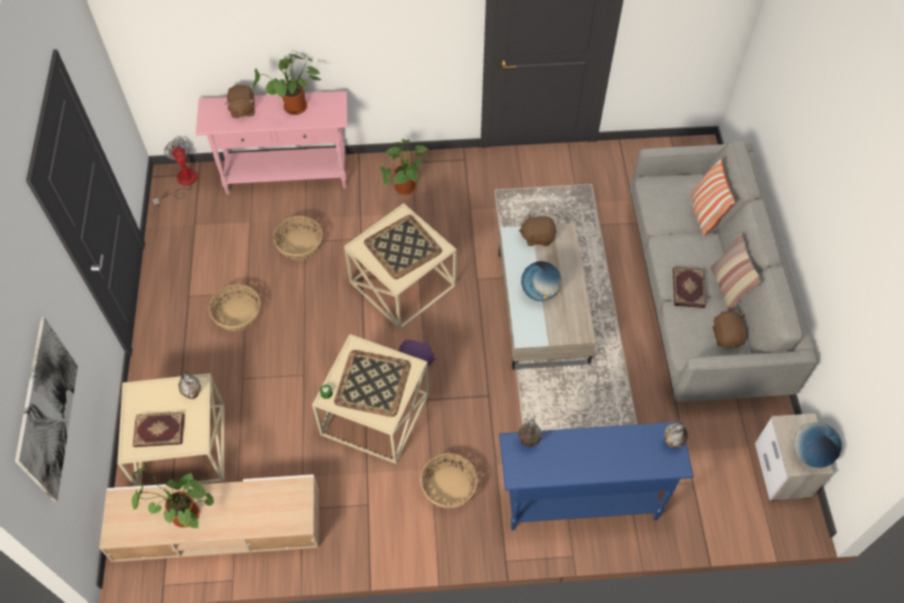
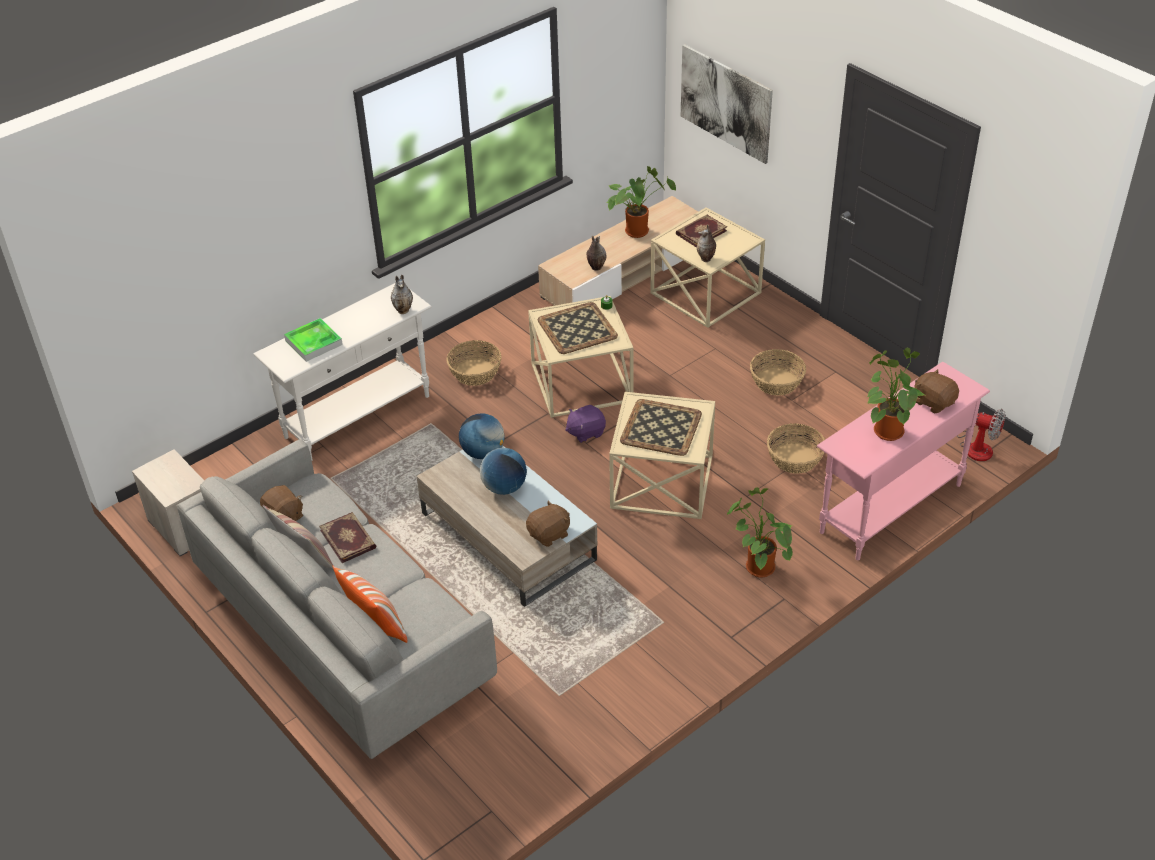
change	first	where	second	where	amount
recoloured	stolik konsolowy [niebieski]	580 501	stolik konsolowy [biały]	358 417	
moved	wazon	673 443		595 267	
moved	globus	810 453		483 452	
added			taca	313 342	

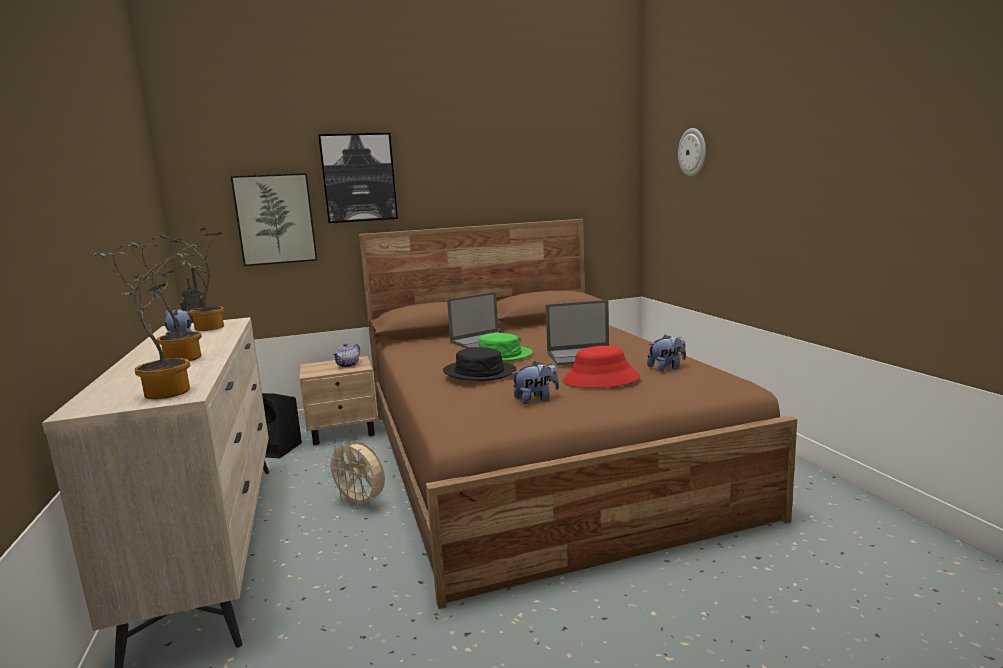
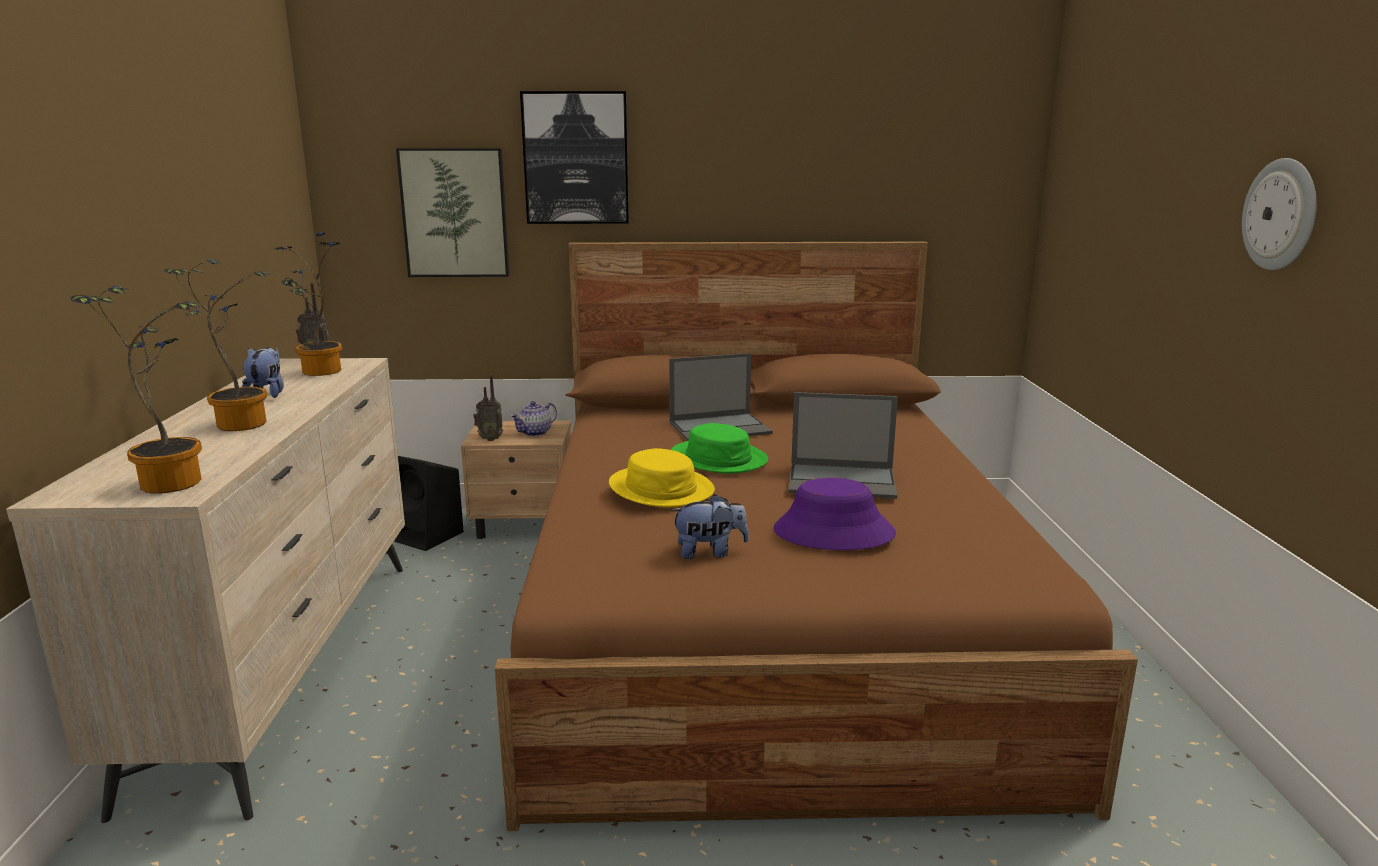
change	first	where	second	where	amount
removed	wentylator [beżowy]	361 503			
recoloured	kapelusz [czarny]	479 372	kapelusz [żółty]	661 488	
recoloured	kapelusz [czerwony]	601 380	kapelusz [fioletowy]	833 532	
removed	pluszak	667 368			
moved	zegar ścienny	692 152		1281 214	
added			radio	490 439	

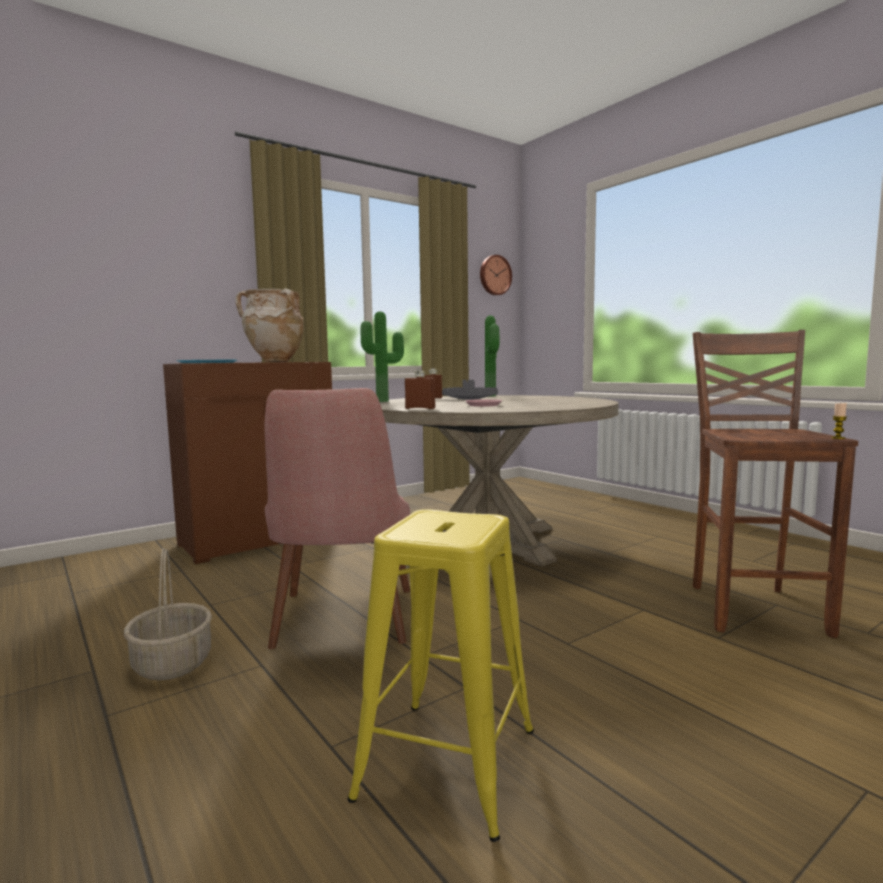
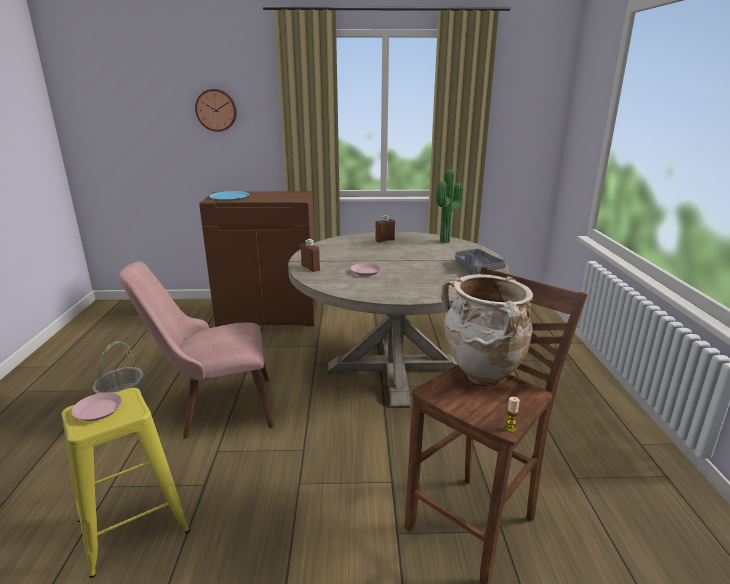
change	first	where	second	where	amount
moved	wazon [beżowy]	274 362		481 376	
turned	krzesło [różowy]	342 626		214 409	45 degrees clockwise
removed	roślina doniczkowa	384 401			
moved	taca [szary]	468 399		476 267	
moved	zegar ścienny	494 275		216 110	
added			talerz [różowy]	98 410	

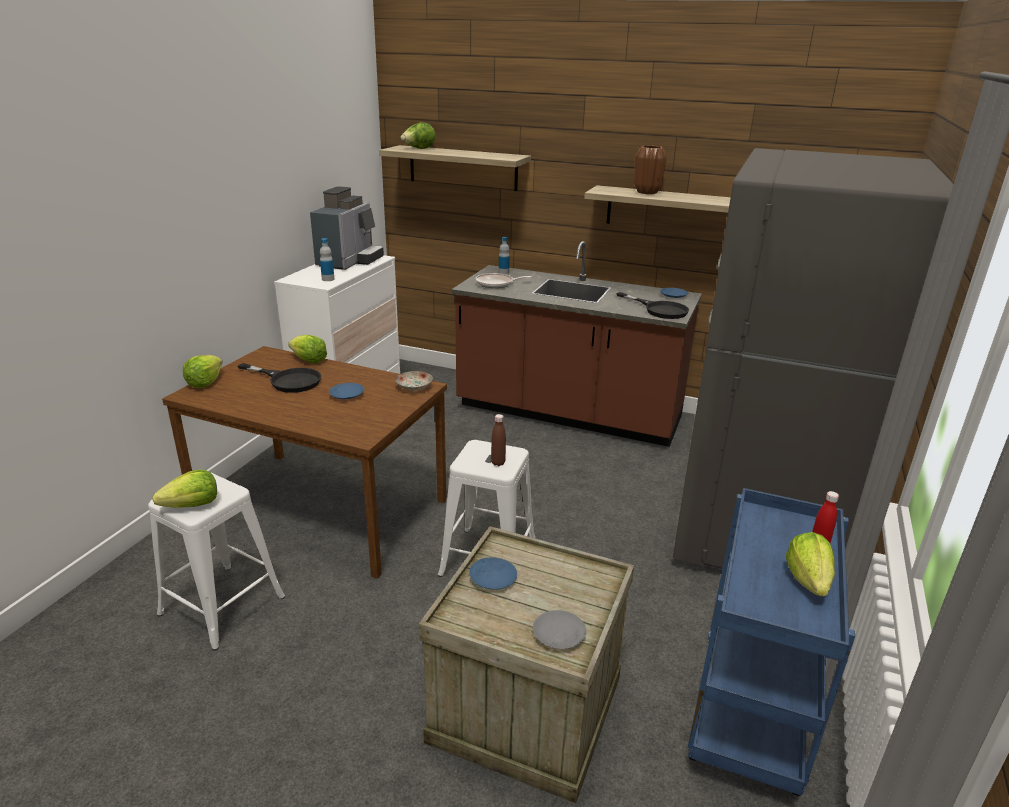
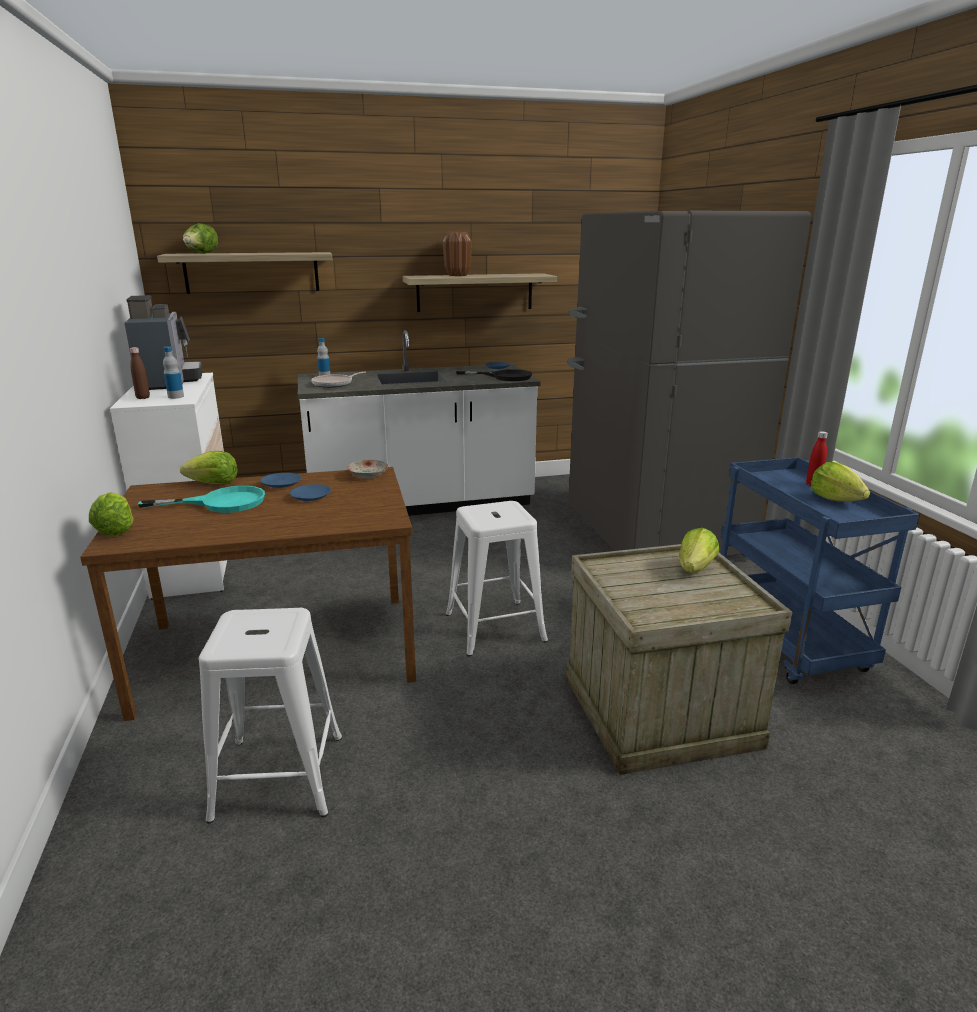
change	first	where	second	where	amount
moved	sałata	192 505		695 569	
recoloured	patelnia [czarny]	288 380	patelnia [turkusowy]	221 503	
recoloured	zabudowa kuchenna [brązowy]	568 413	zabudowa kuchenna [biały]	421 504	
moved	talerz [niebieski]	492 578		281 484	
moved	butelka [brązowy]	498 463		143 398	
removed	talerz [szary]	559 635			

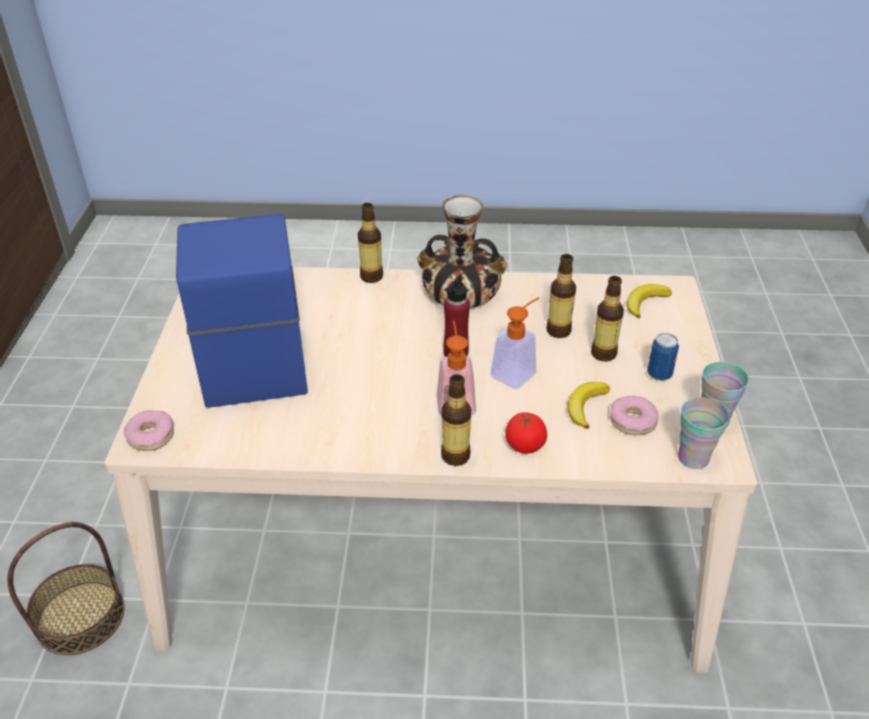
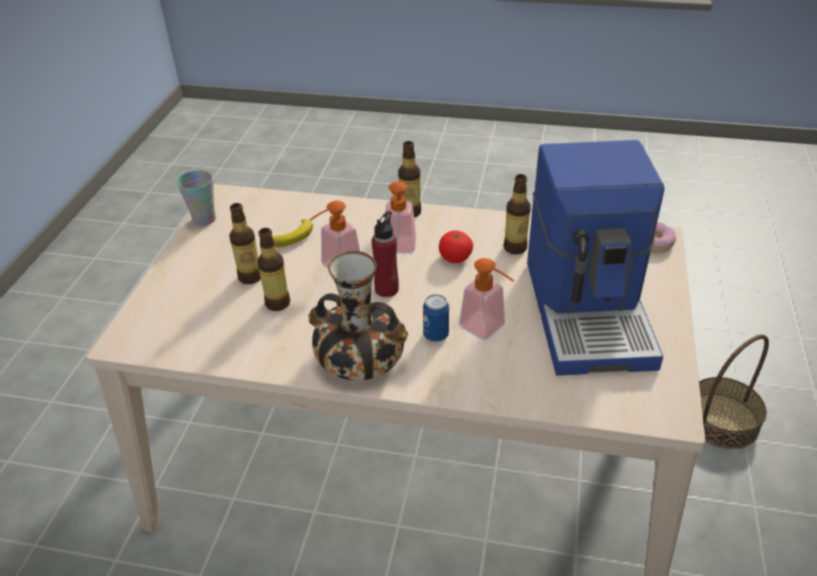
change	first	where	second	where	amount
moved	butelka	371 277		515 248	
moved	pomidor	525 444		455 258	
removed	donut	632 421			
removed	banan	645 302			
moved	puszka	659 374		436 335	
removed	filiżanka	693 458			
added			dozownik mydła	488 329	

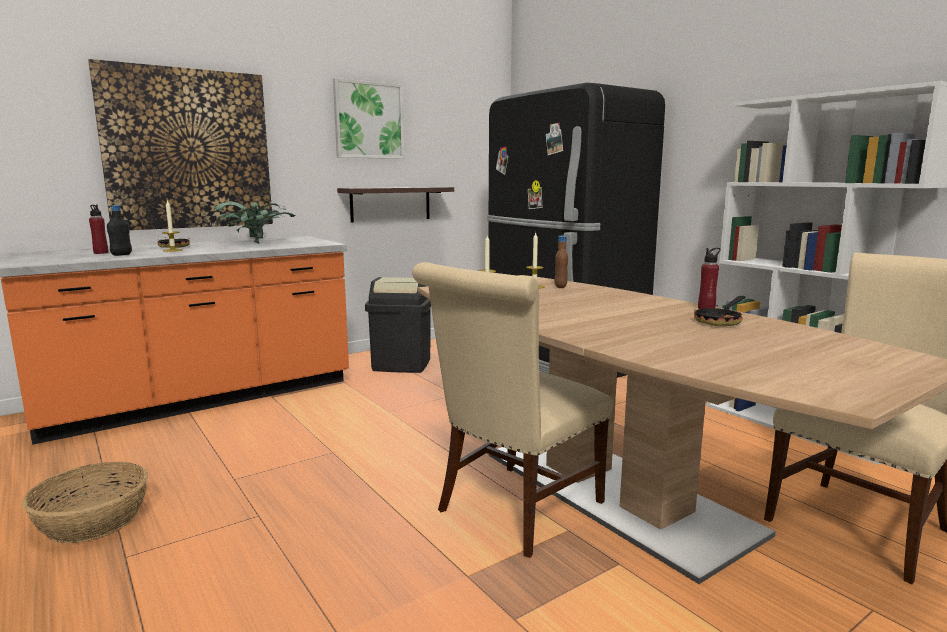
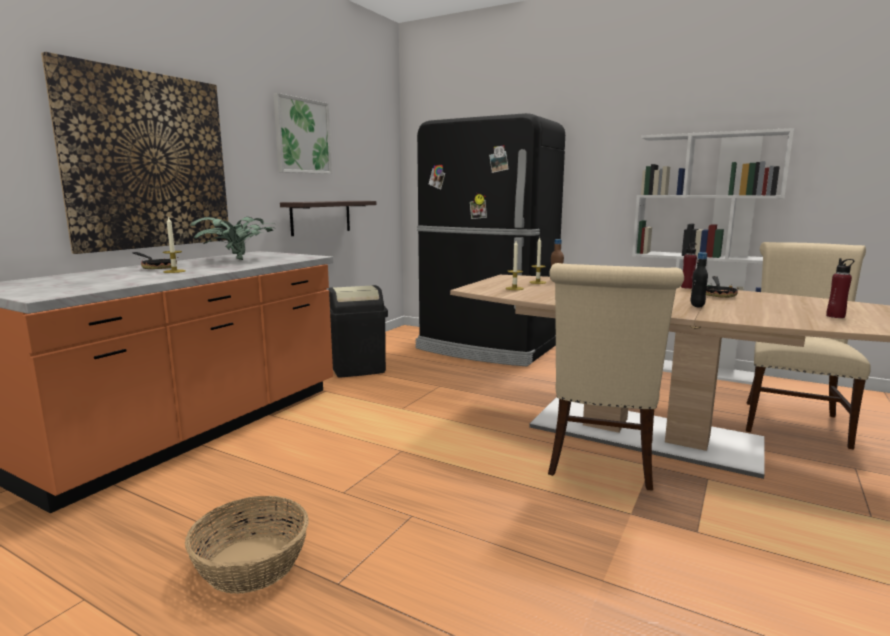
change	first	where	second	where	amount
moved	butelka [czerwony]	101 253		835 316	
moved	butelka [czarny]	121 255		697 306	

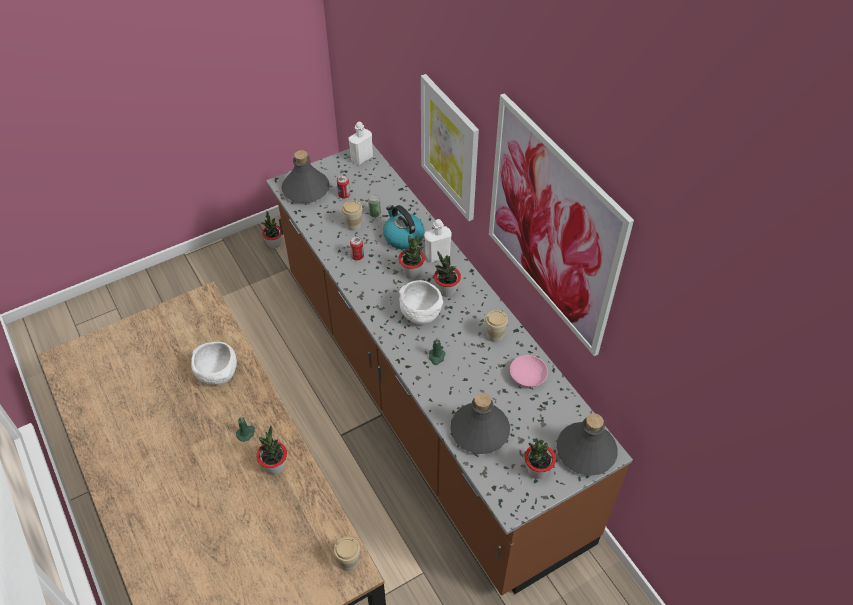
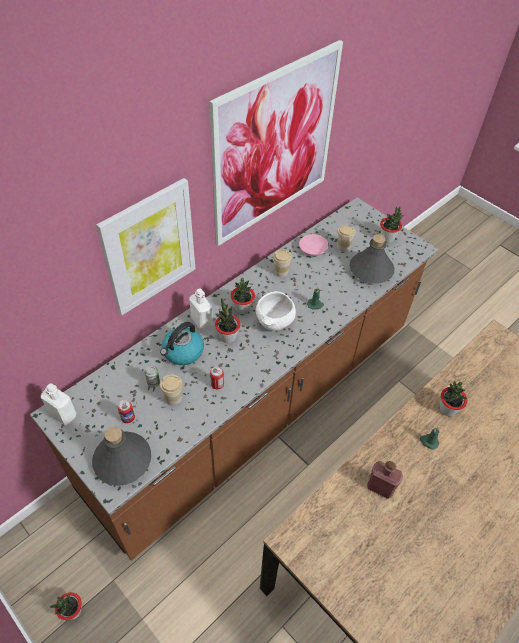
change	first	where	second	where	amount
replaced	miska [biały]	219 375	butelka [czerwony]	380 487	
moved	filiżanka	349 561		343 247	
removed	butelka [szary]	586 451			

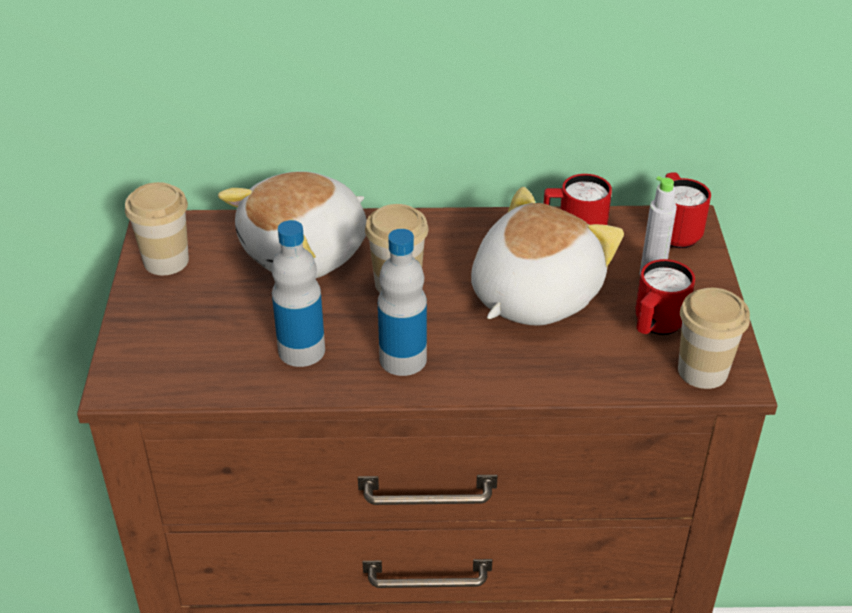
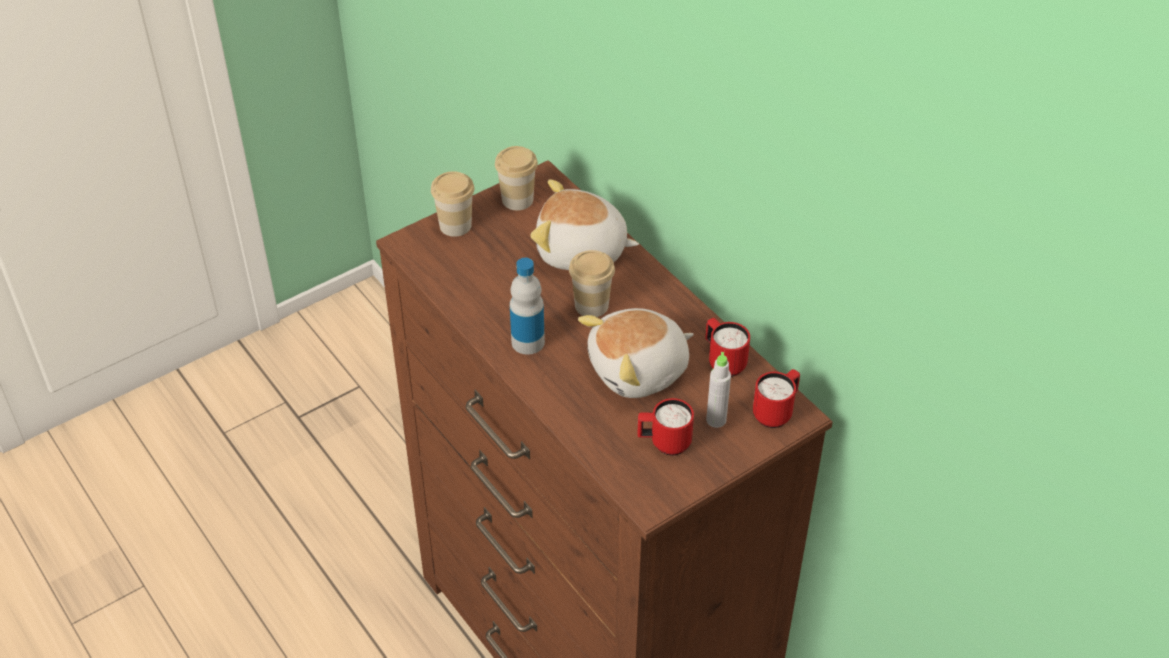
change	first	where	second	where	amount
removed	butelka	301 350			
turned	pluszak	532 294		639 371	150 degrees clockwise
moved	filiżanka	702 371		455 225	

